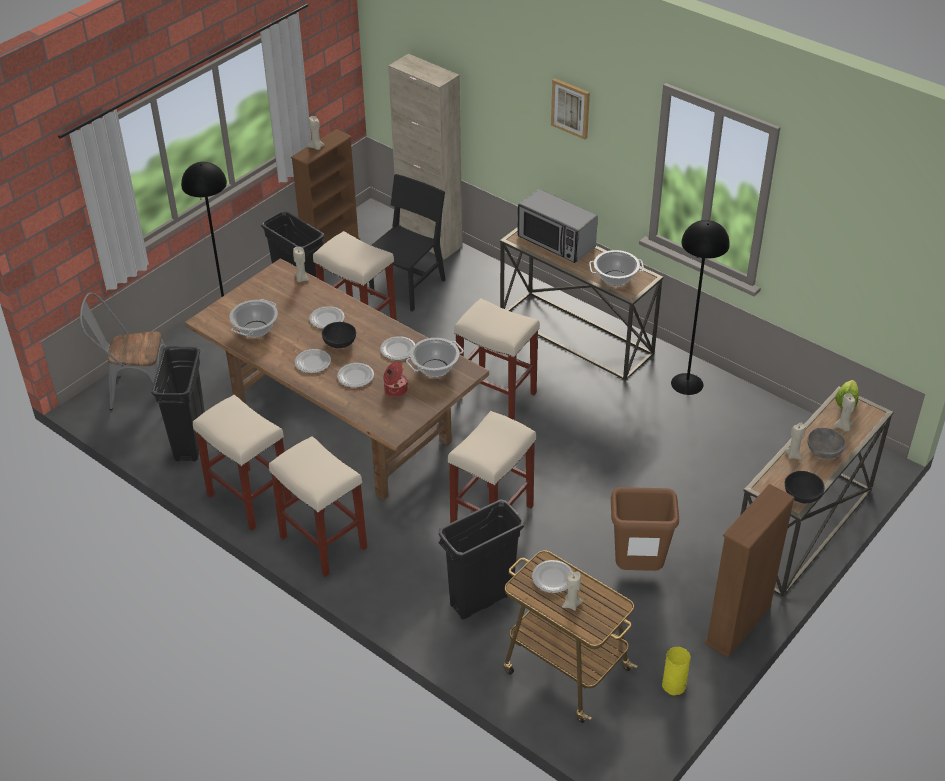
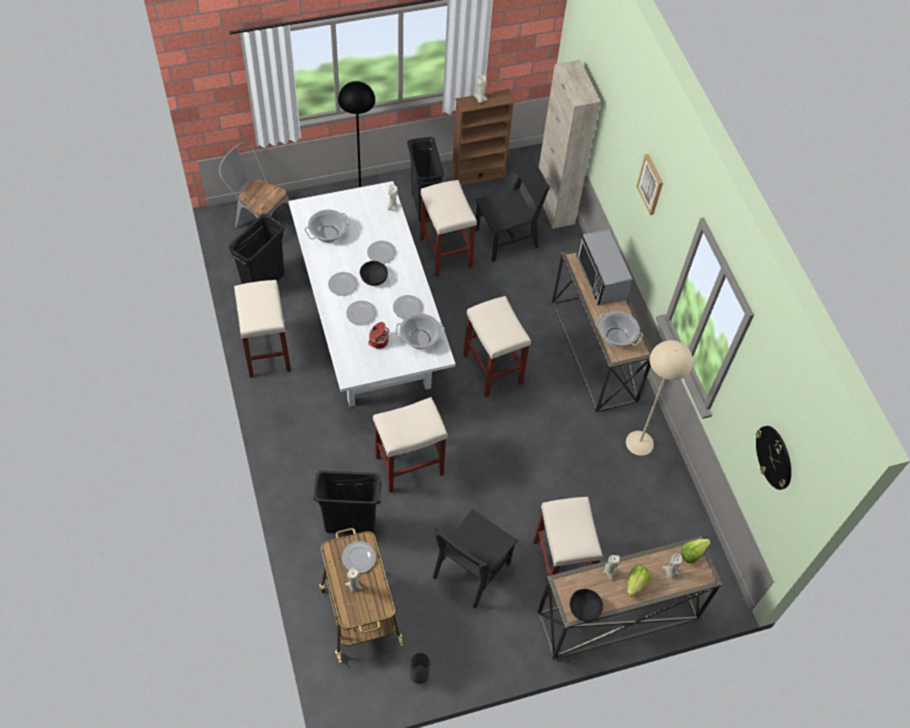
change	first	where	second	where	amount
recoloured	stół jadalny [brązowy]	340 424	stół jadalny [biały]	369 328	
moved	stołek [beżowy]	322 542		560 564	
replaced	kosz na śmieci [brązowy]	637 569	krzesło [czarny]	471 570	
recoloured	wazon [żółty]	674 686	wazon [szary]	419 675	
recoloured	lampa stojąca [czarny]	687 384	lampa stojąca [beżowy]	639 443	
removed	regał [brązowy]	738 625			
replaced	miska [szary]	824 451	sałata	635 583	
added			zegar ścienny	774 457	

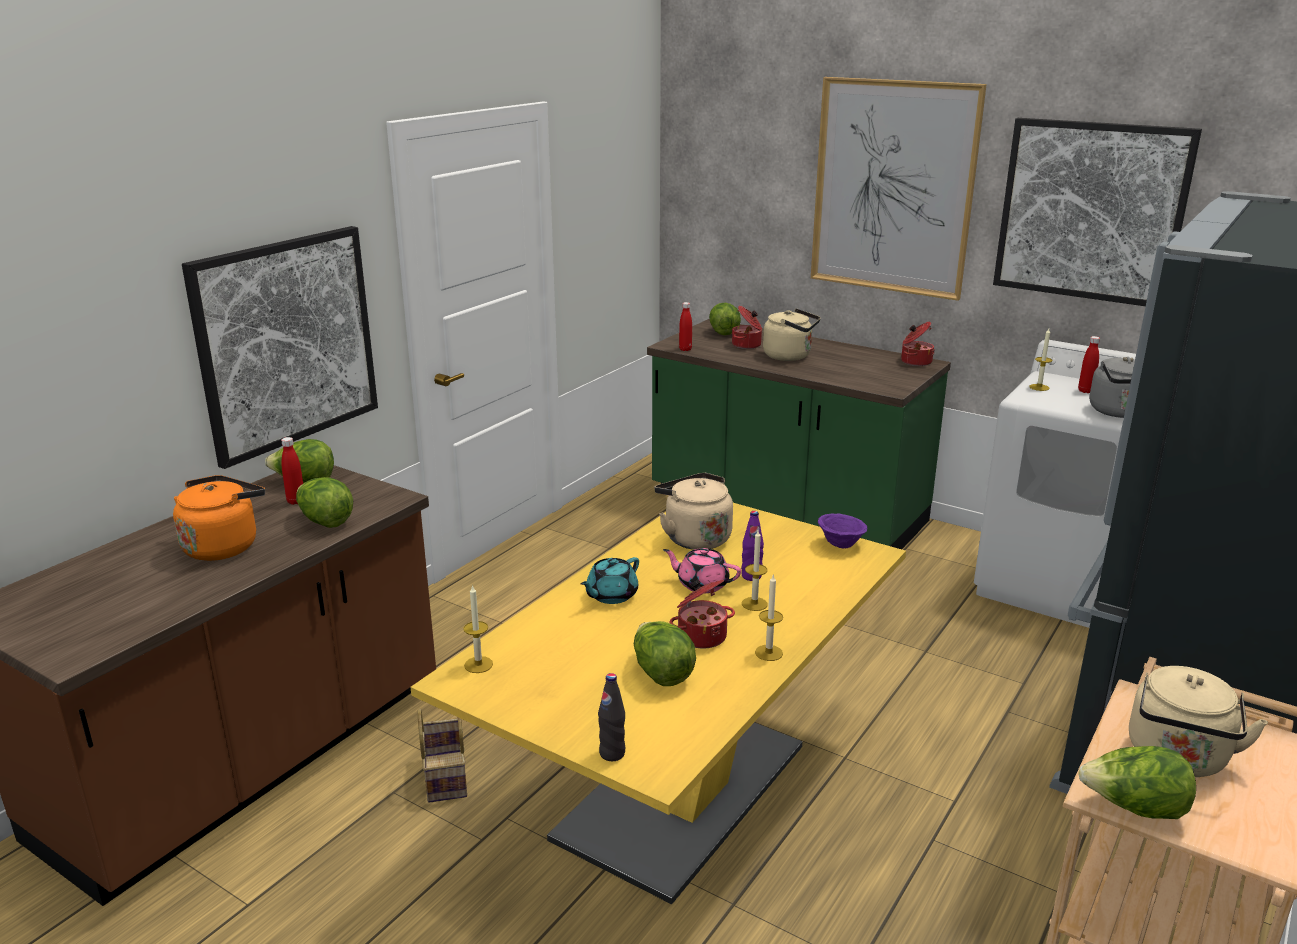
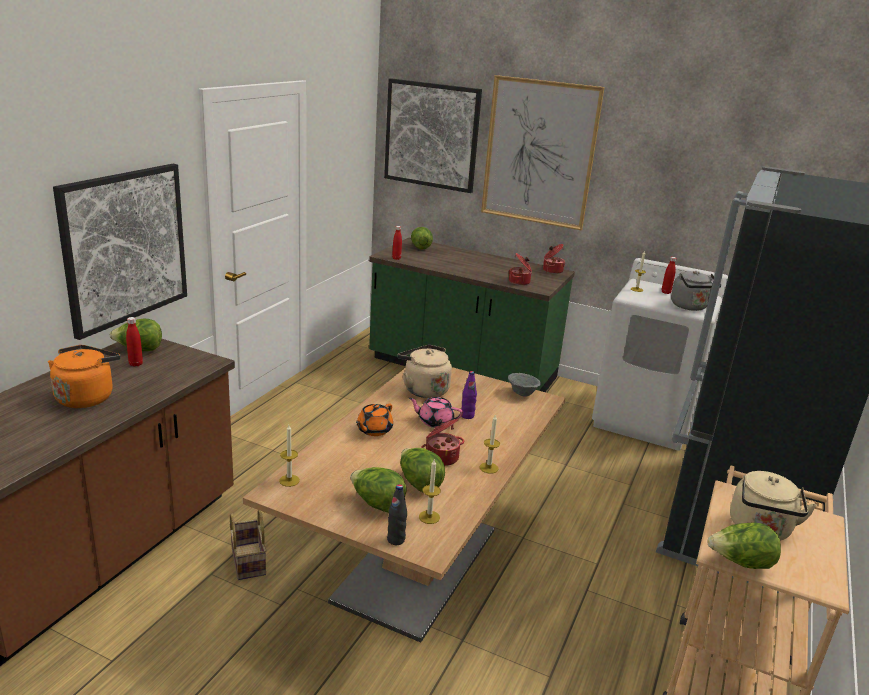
change	first	where	second	where	amount
moved	sałata	325 521		377 504	
recoloured	stół jadalny [żółty]	682 791	stół jadalny [brązowy]	417 564	
recoloured	imbryk [turkusowy]	611 595	imbryk [pomarańczowy]	374 430	
moved	garnek	747 345		520 282	
moved	świeca	754 604		429 517	
removed	czajnik [beżowy]	790 356			
recoloured	miska [fioletowy]	840 544	miska [szary]	521 394	
moved	obraz	1091 211		431 135	

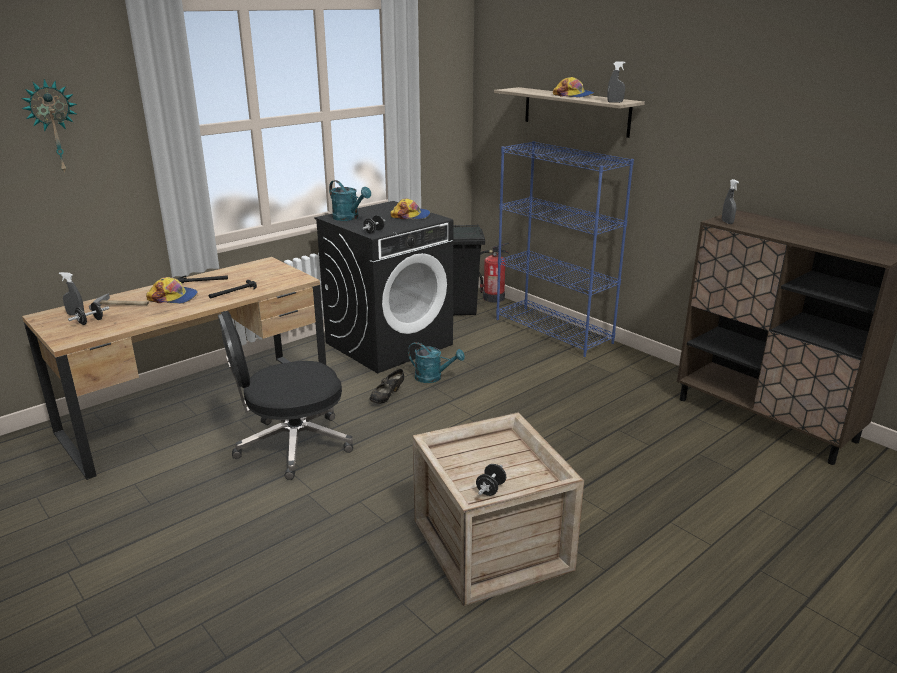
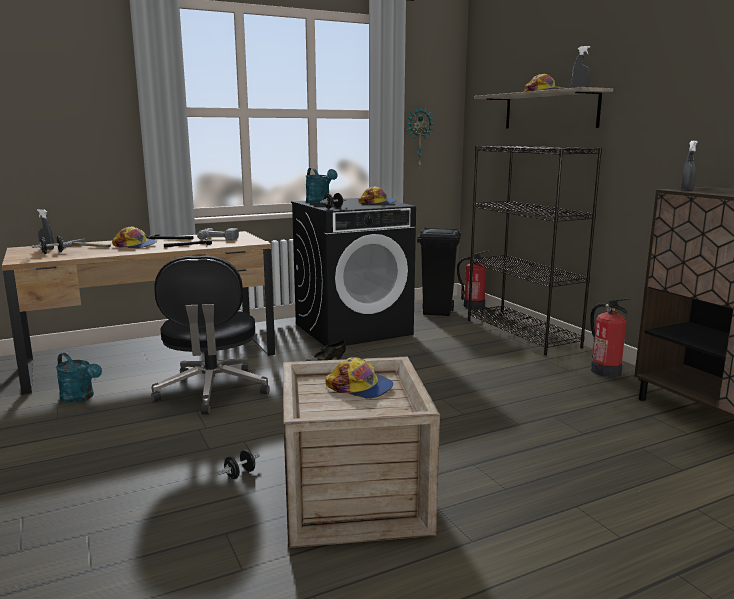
change	first	where	second	where	amount
moved	zegar ścienny	53 127		418 137	
turned	krzesło biurowe [czarny]	291 445		212 391	90 degrees counterclockwise
moved	konewka [turkusowy]	433 378		80 398	
moved	hantel [czarny]	490 489		240 474	
recoloured	regał [niebieski]	554 331	regał [czarny]	522 333	
added			wiertarka	220 238	
added			czapka z daszkiem	360 387	
added			gaśnica	605 371	

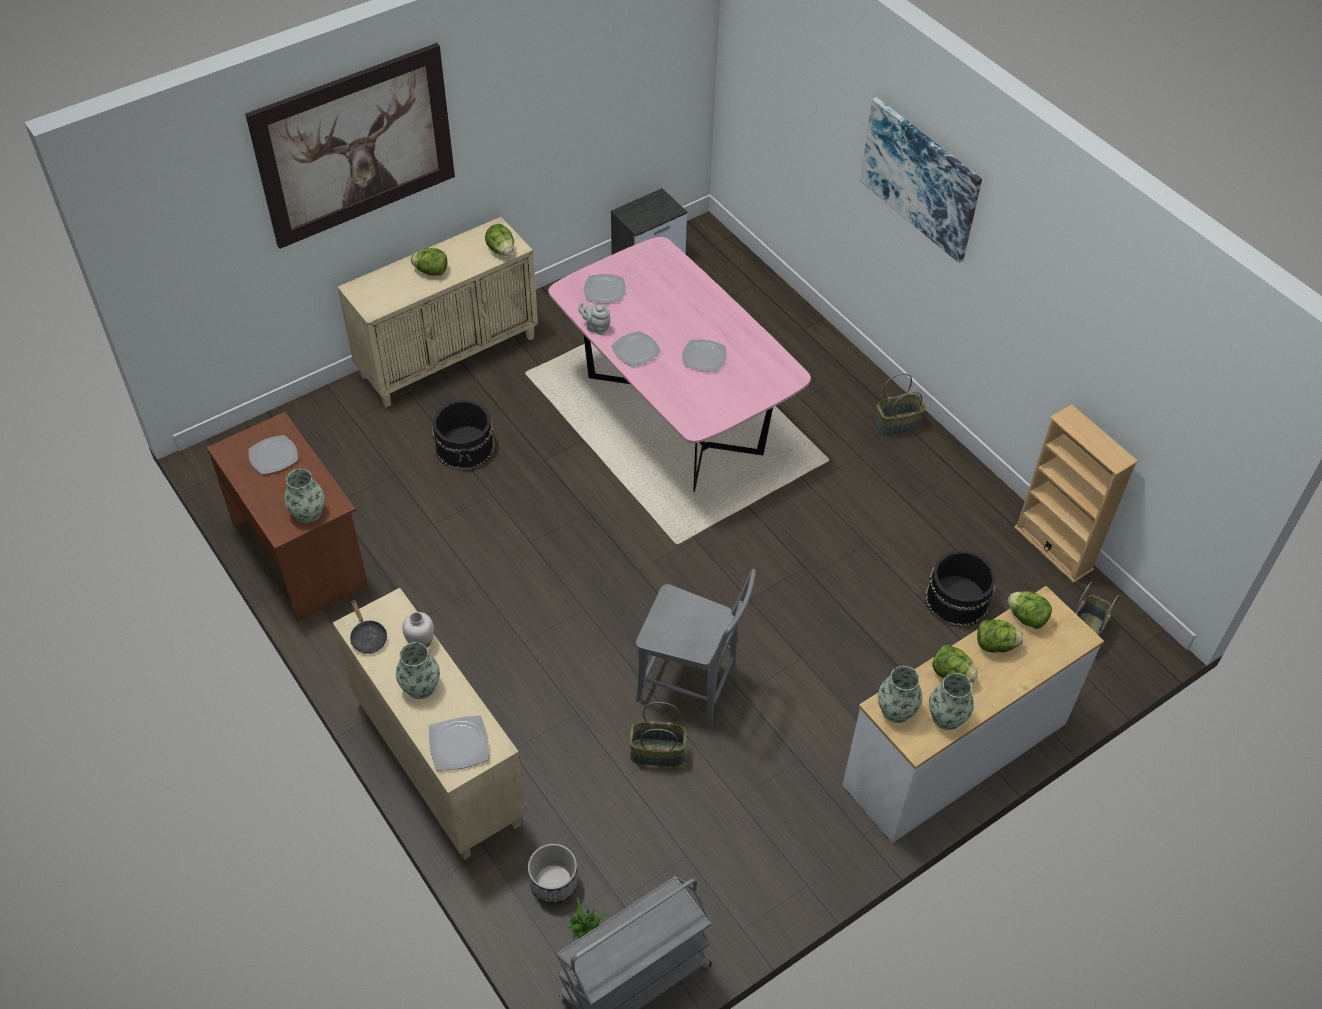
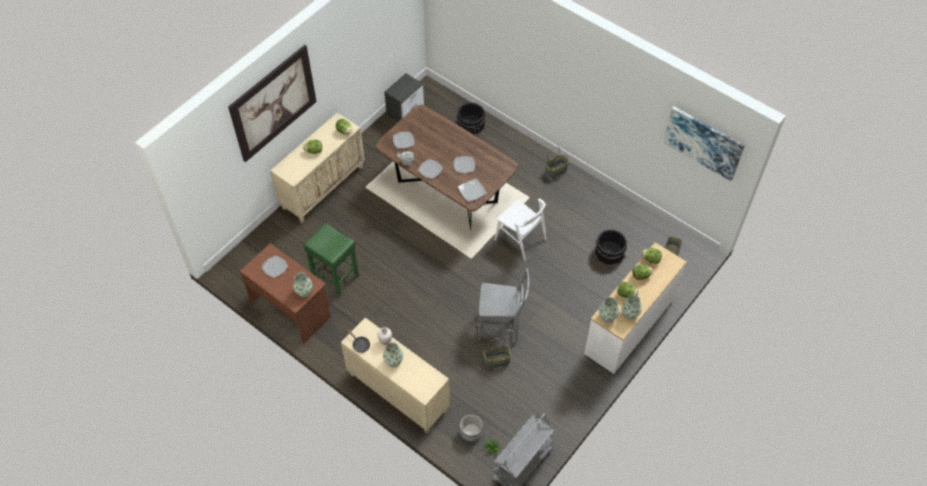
change	first	where	second	where	amount
moved	talerz	458 744		471 191	
moved	wiadro [czarny]	465 447		471 125	
recoloured	stół jadalny [różowy]	674 415	stół jadalny [brązowy]	447 192	
moved	obraz	920 178		703 142	
removed	regał [beżowy]	1053 548			
added			stołek [zielony]	336 277	
added			krzesło [biały]	520 239	

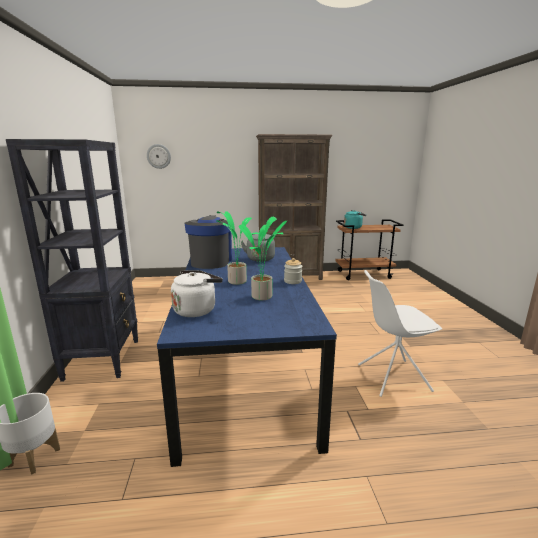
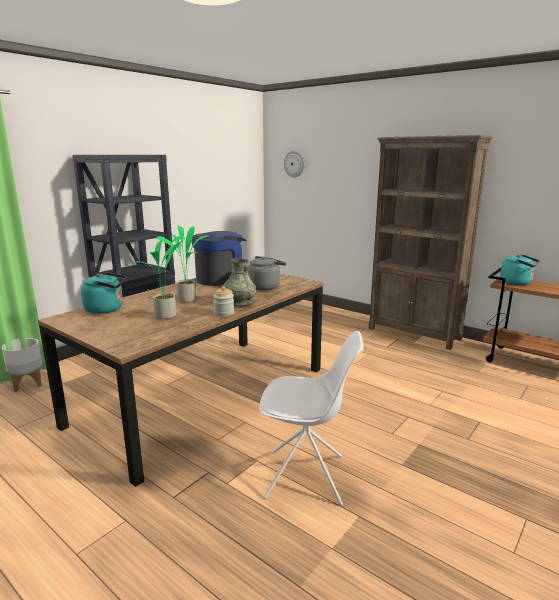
change	first	where	second	where	amount
recoloured	stół jadalny [niebieski]	245 368	stół jadalny [brązowy]	203 396	
recoloured	czajnik [biały]	196 310	czajnik [turkusowy]	107 309	
turned	krzesło [biały]	392 377		307 477	150 degrees clockwise
added			wazon [szary]	239 303	

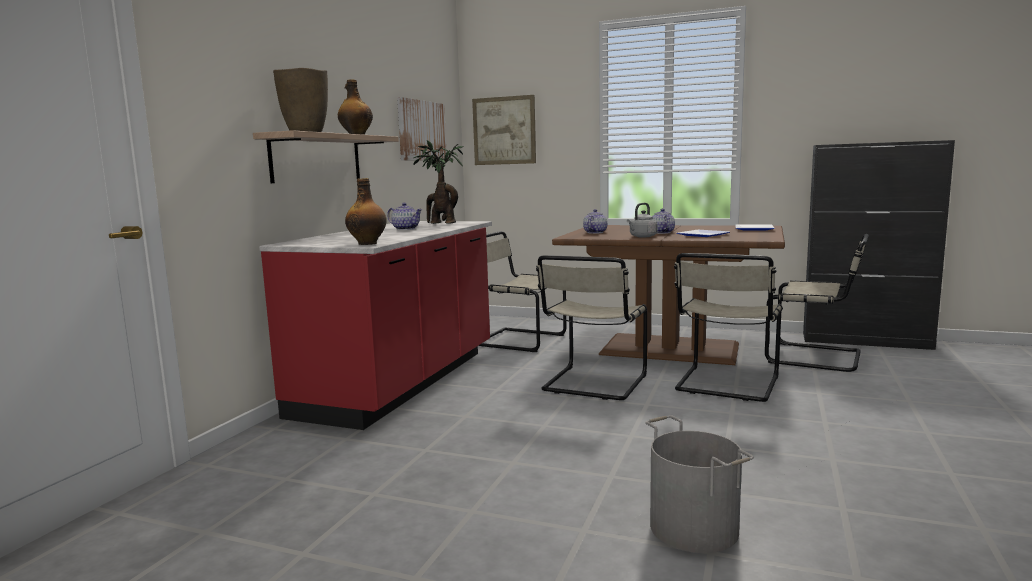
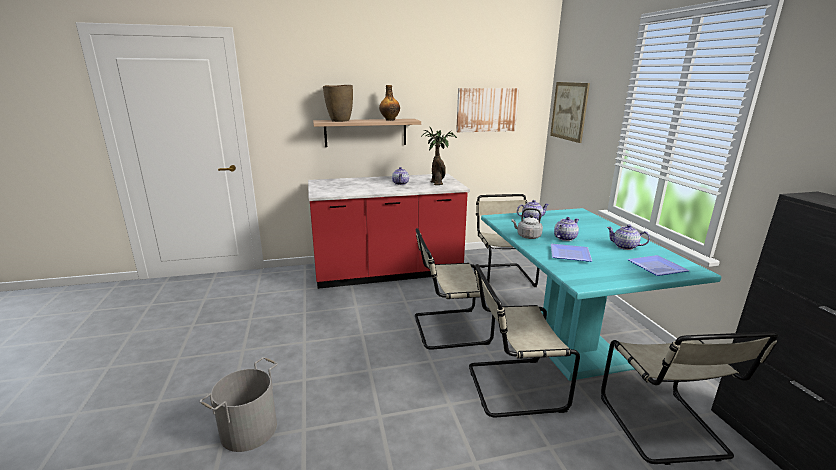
change	first	where	second	where	amount
removed	butelka	368 243			
recoloured	stół jadalny [brązowy]	670 350	stół jadalny [turkusowy]	565 338	
added			imbryk	625 247	

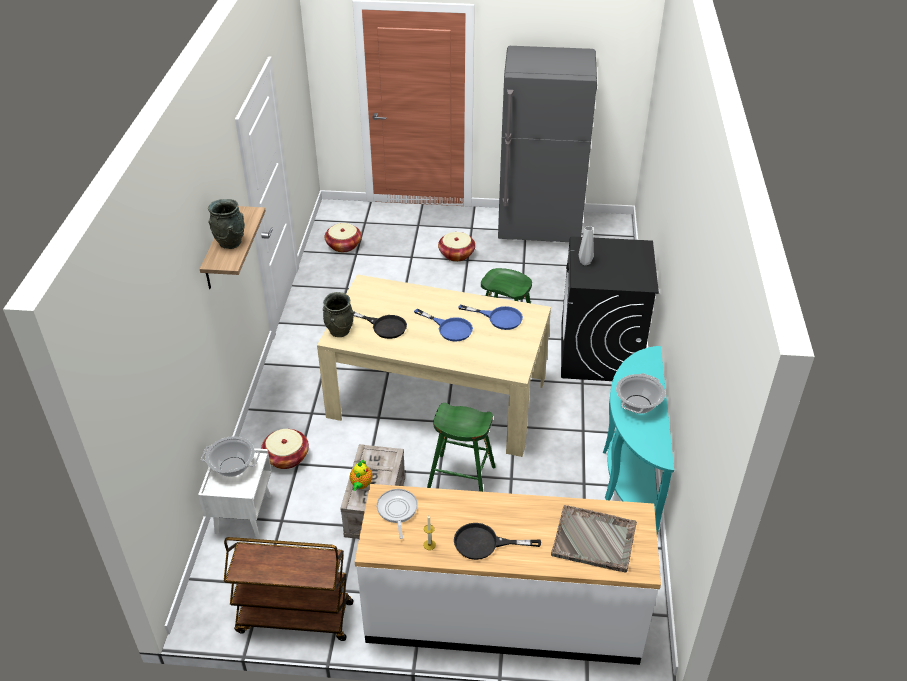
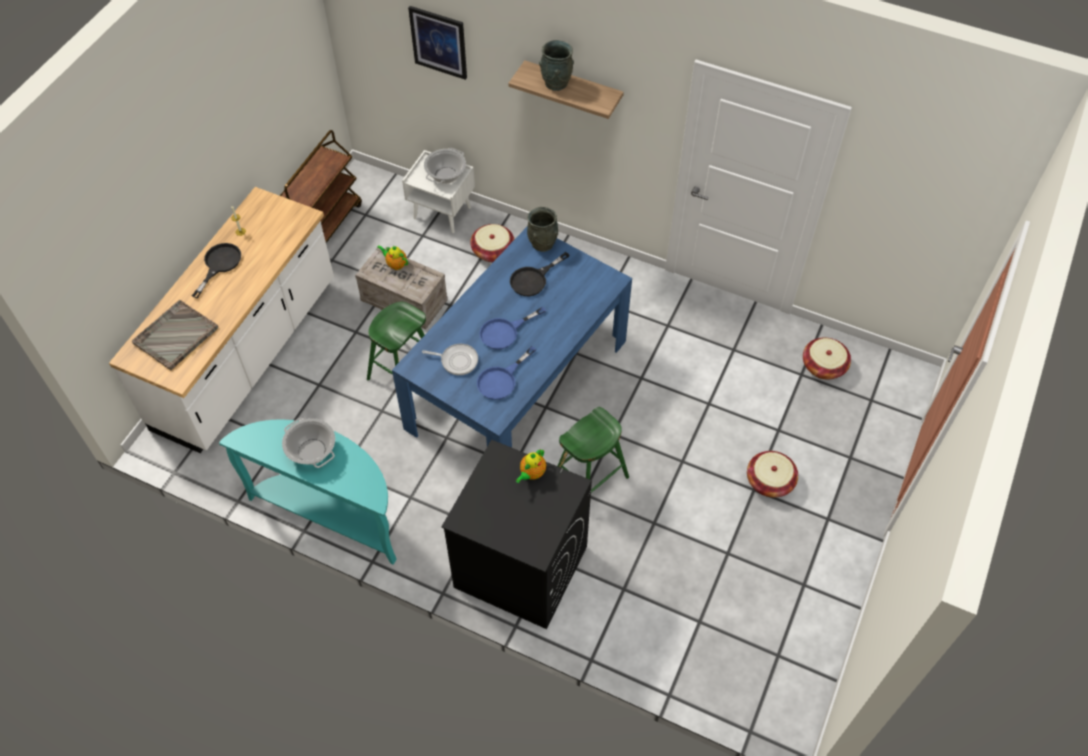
change	first	where	second	where	amount
recoloured	stół jadalny [beżowy]	438 397	stół jadalny [niebieski]	517 384	
moved	patelnia	397 511		457 360	
removed	lodówka [szary]	539 229			
replaced	wazon [szary]	585 262	imbryk	531 473	
added			obraz	439 42	

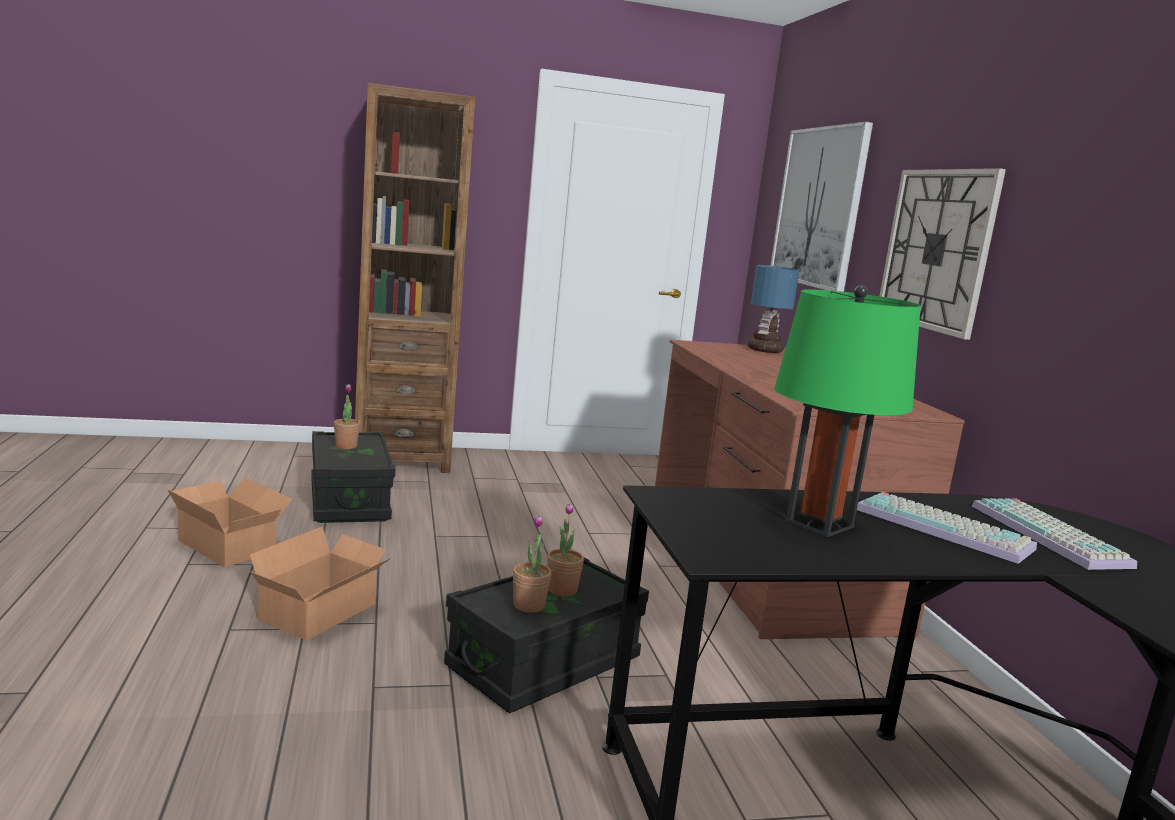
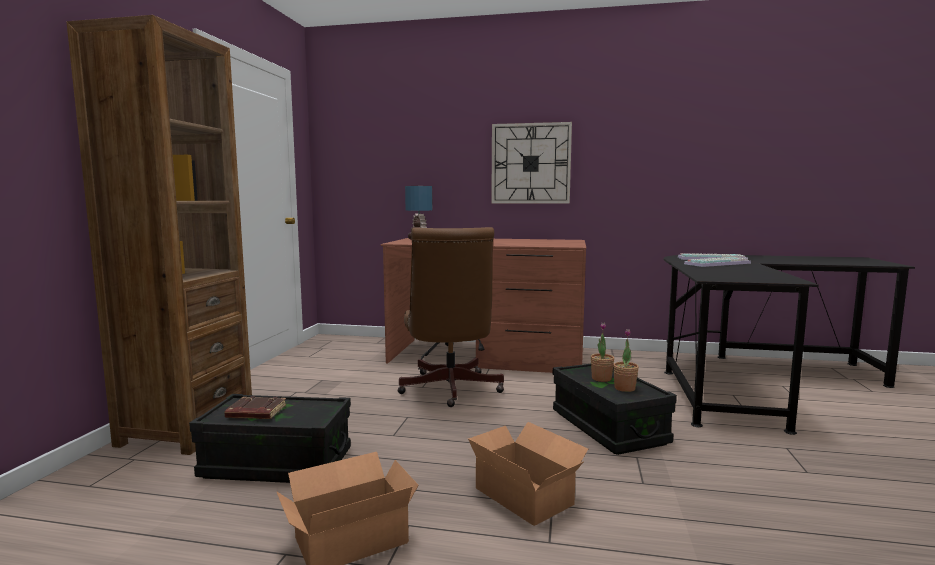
change	first	where	second	where	amount
replaced	roślina doniczkowa	346 446	książka [brązowy]	255 413	
removed	obraz	819 207			
removed	lampa stołowa [zielony]	819 524			
added			krzesło biurowe [brązowy]	449 390	

